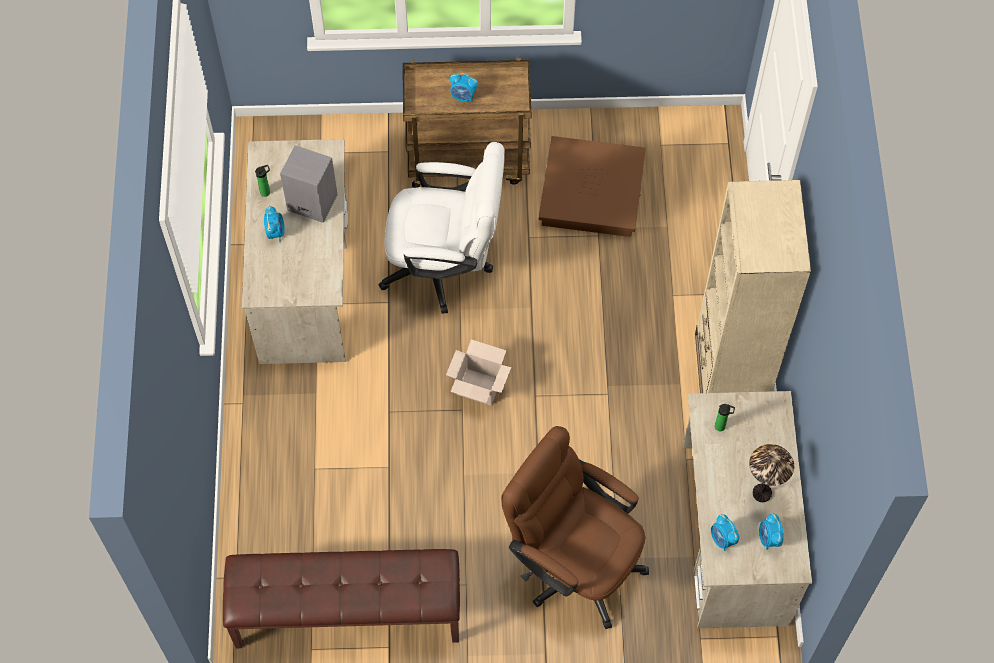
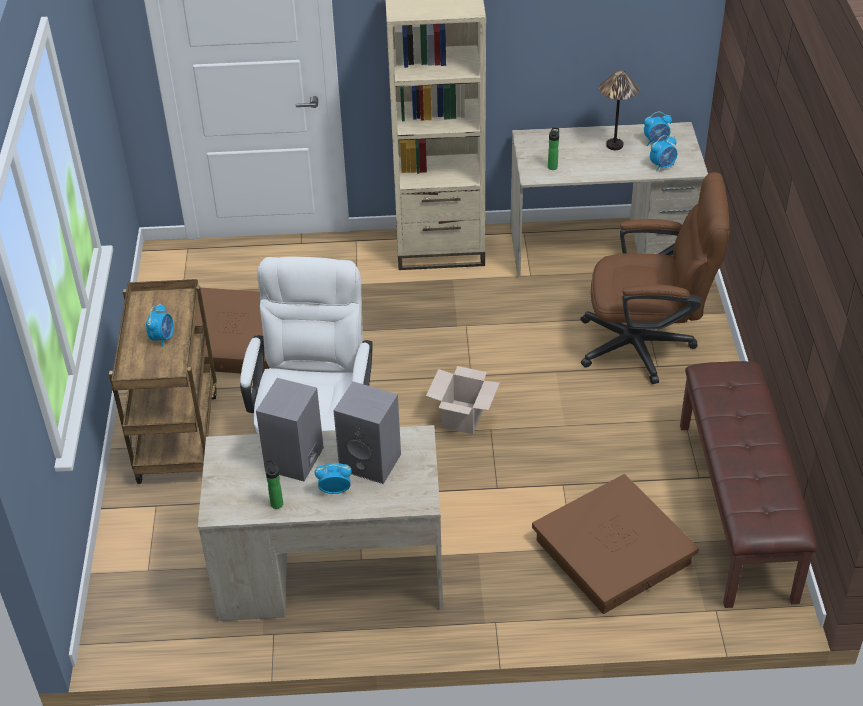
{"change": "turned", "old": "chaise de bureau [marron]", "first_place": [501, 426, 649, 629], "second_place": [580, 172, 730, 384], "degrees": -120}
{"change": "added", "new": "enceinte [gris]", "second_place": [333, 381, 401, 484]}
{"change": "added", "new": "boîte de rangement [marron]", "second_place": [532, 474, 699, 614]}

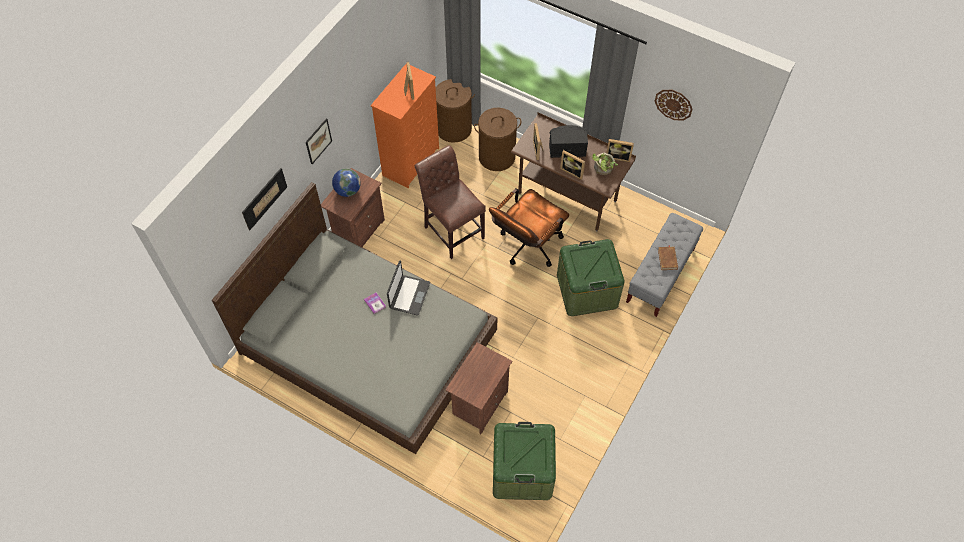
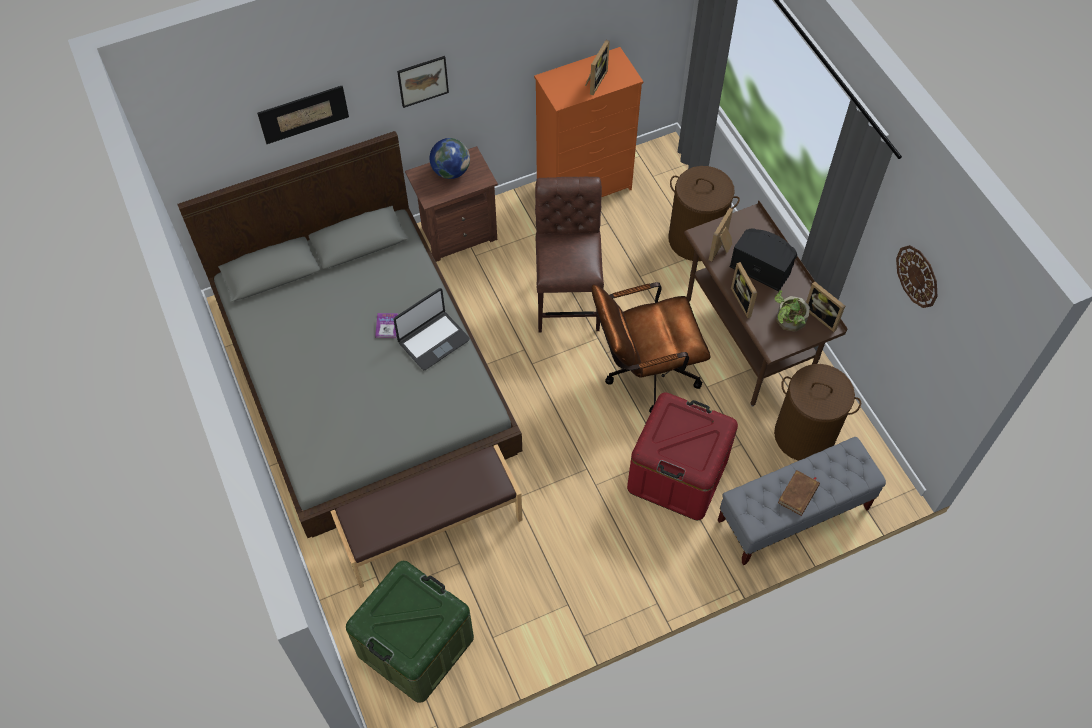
{"change": "moved", "old": "panier à linge [marron]", "first_place": [436, 79, 475, 143], "second_place": [774, 364, 861, 461]}
{"change": "replaced", "old": "table de chevet [marron]", "new": "banc [marron]", "first_place": [445, 342, 512, 434], "second_place": [330, 444, 522, 588]}
{"change": "recoloured", "old": "boîte de rangement [vert]", "new": "boîte de rangement [rouge]", "first_place": [557, 239, 625, 316], "second_place": [627, 392, 738, 520]}

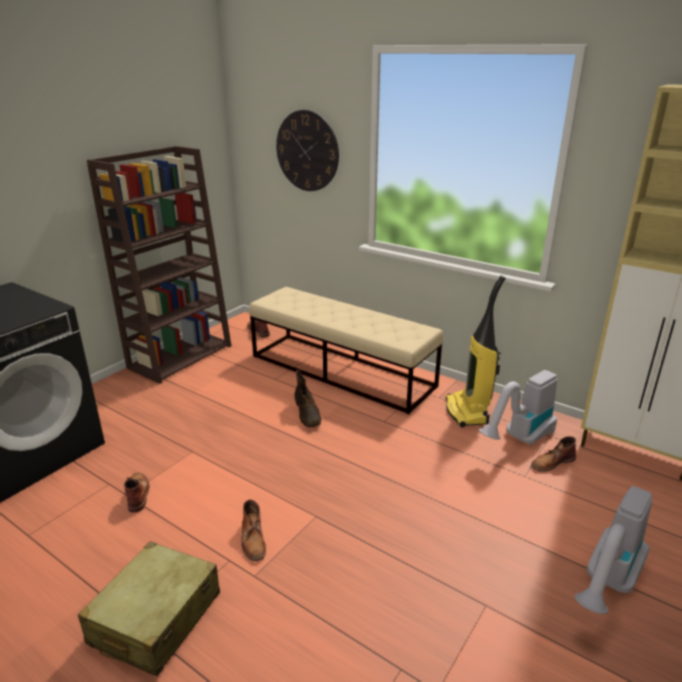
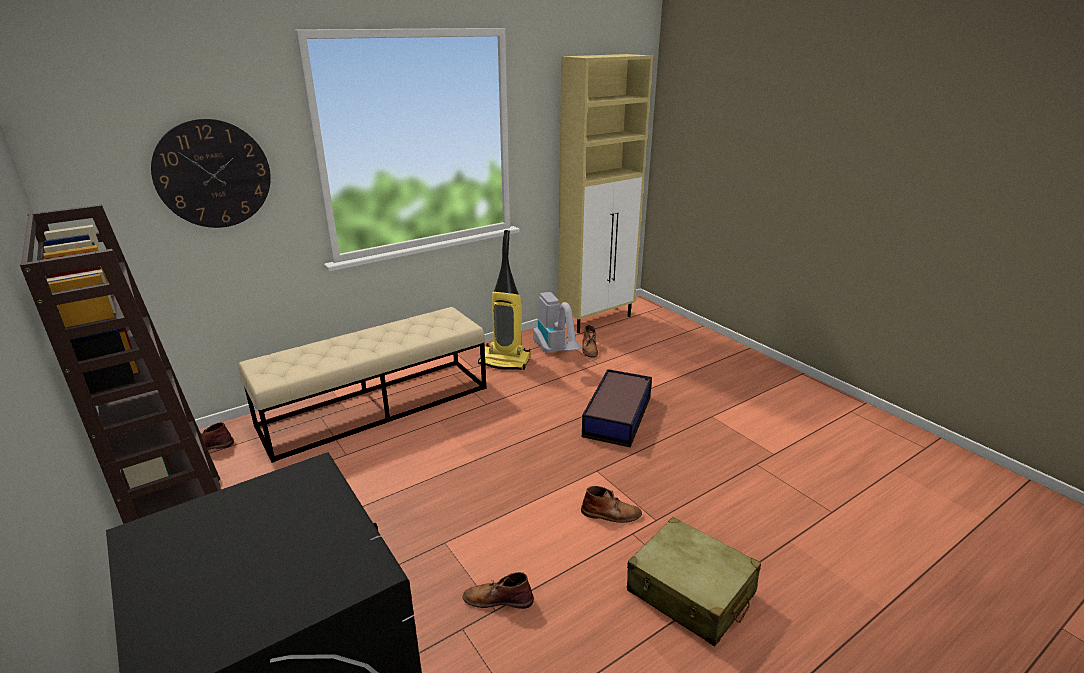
{"change": "removed", "old": "botte [marron]", "first_place": [294, 370, 322, 428]}
{"change": "removed", "old": "aspirateur", "first_place": [575, 486, 652, 614]}
{"change": "added", "new": "boîte de rangement", "second_place": [582, 369, 652, 448]}

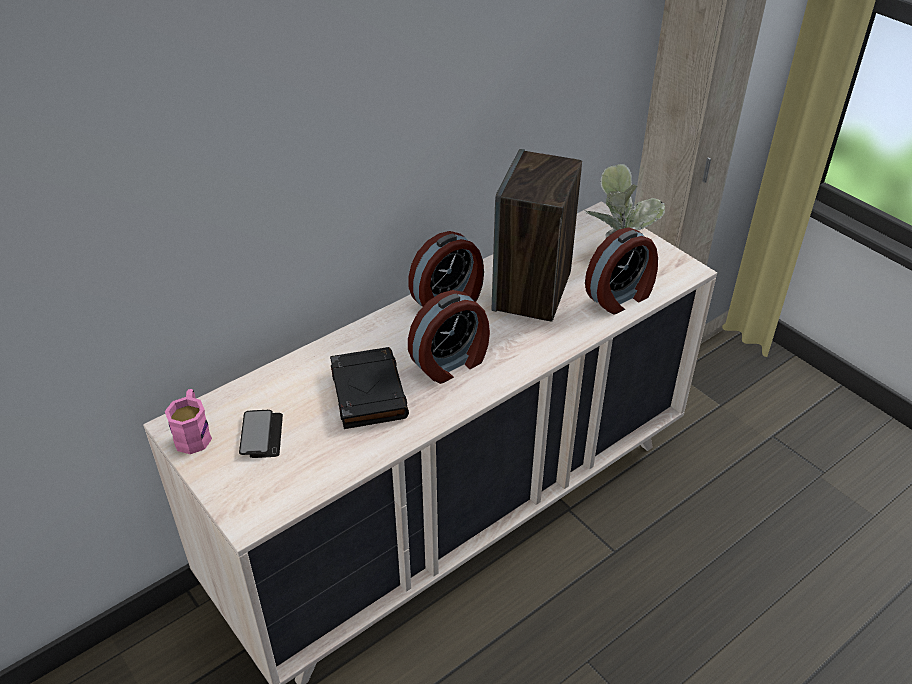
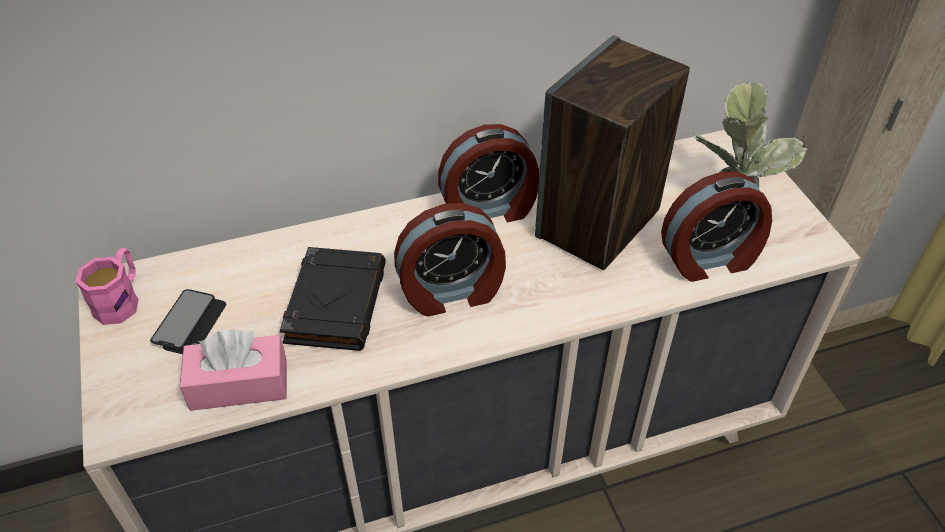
{"change": "added", "new": "boîte à mouchoirs [rose]", "second_place": [179, 329, 287, 411]}

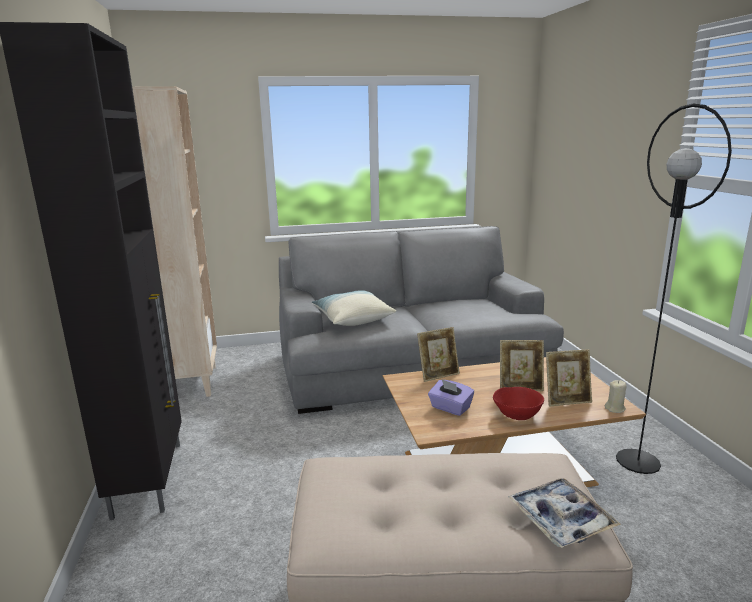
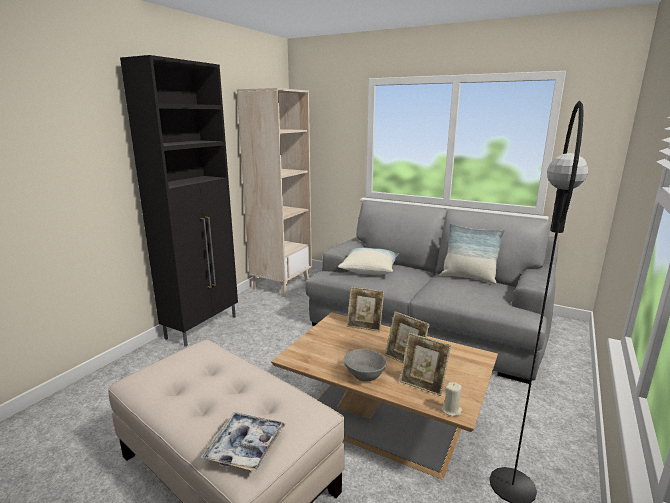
{"change": "removed", "old": "boîte à mouchoirs [violet]", "first_place": [428, 379, 474, 416]}
{"change": "recoloured", "old": "bol [rouge]", "new": "bol [gris]", "first_place": [493, 387, 544, 420], "second_place": [343, 349, 387, 381]}
{"change": "added", "new": "coussin", "second_place": [440, 223, 505, 284]}

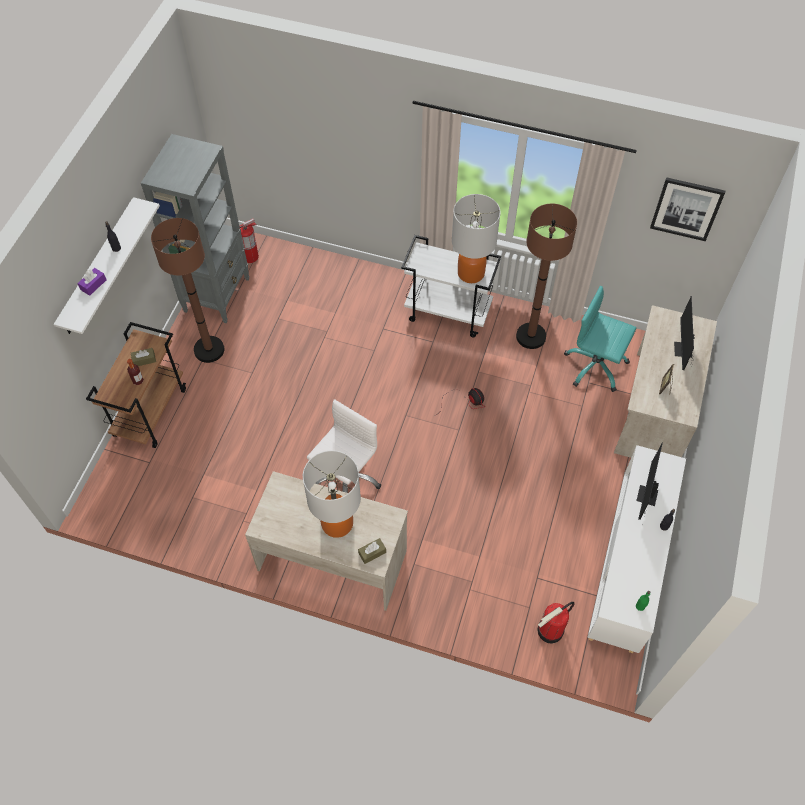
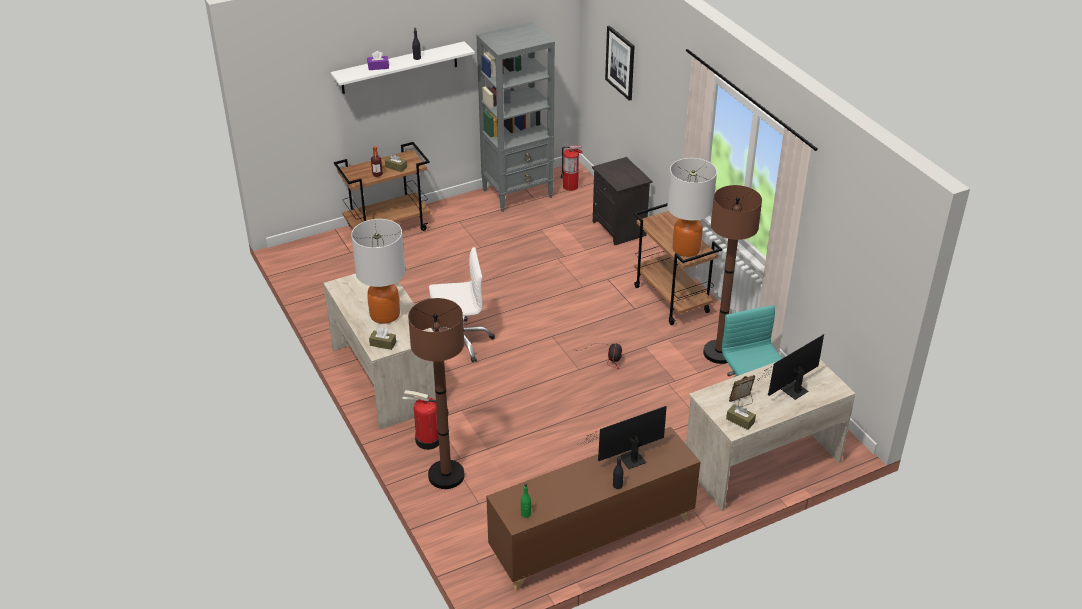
{"change": "moved", "old": "lampadaire [marron]", "first_place": [151, 218, 224, 363], "second_place": [408, 298, 465, 489]}
{"change": "recoloured", "old": "chariot [blanc]", "new": "chariot [marron]", "first_place": [401, 235, 501, 337], "second_place": [634, 203, 722, 325]}
{"change": "moved", "old": "extincteur", "first_place": [537, 602, 575, 644], "second_place": [402, 390, 448, 450]}
{"change": "recoloured", "old": "meuble de rangement [blanc]", "new": "meuble de rangement [marron]", "first_place": [587, 445, 686, 653], "second_place": [486, 427, 701, 590]}
{"change": "moved", "old": "tableau", "first_place": [650, 177, 725, 241], "second_place": [605, 26, 635, 101]}
{"change": "added", "new": "table de chevet [noir]", "second_place": [592, 157, 652, 245]}
{"change": "added", "new": "boîte à mouchoirs [marron]", "second_place": [726, 404, 756, 430]}

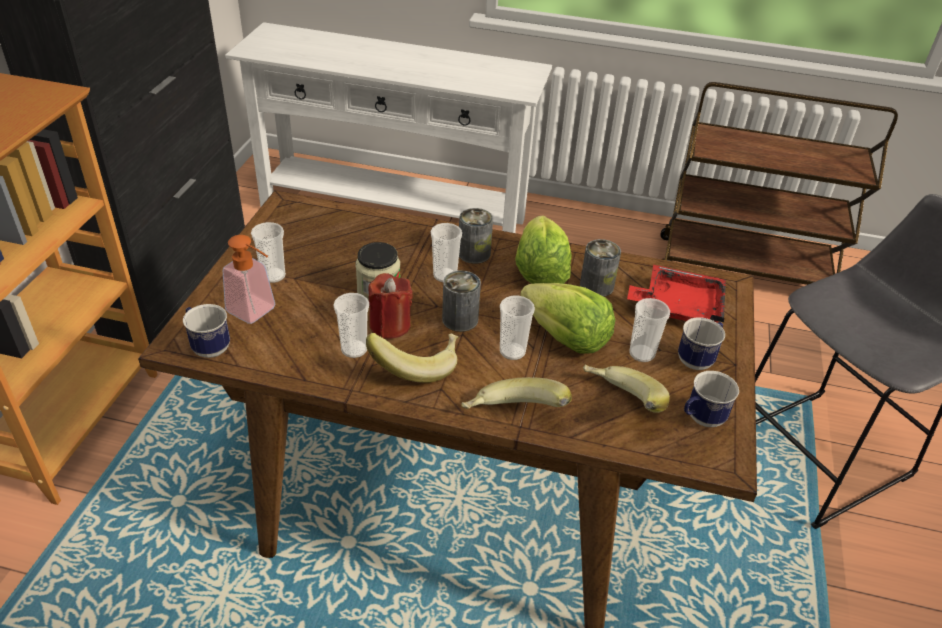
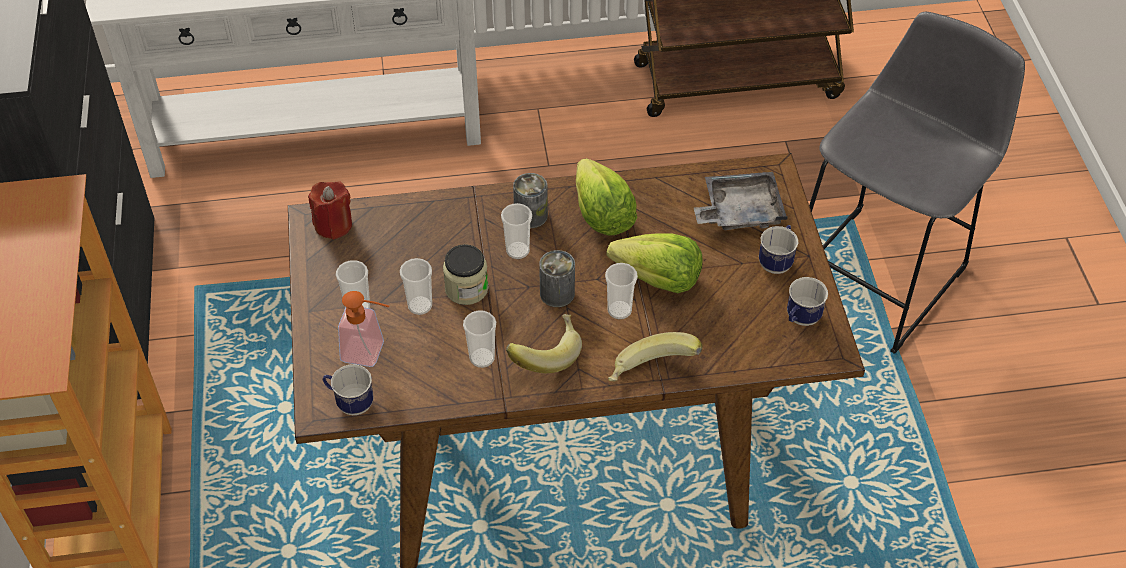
{"change": "moved", "old": "bougie [rouge]", "first_place": [368, 273, 413, 339], "second_place": [308, 182, 352, 240]}
{"change": "removed", "old": "boîte métallique", "first_place": [580, 239, 621, 297]}
{"change": "removed", "old": "banane", "first_place": [583, 364, 670, 413]}
{"change": "recoloured", "old": "plateau [rouge]", "new": "plateau [gris]", "first_place": [627, 265, 726, 323], "second_place": [694, 172, 788, 230]}
{"change": "moved", "old": "tasse", "first_place": [629, 298, 670, 362], "second_place": [400, 258, 432, 315]}

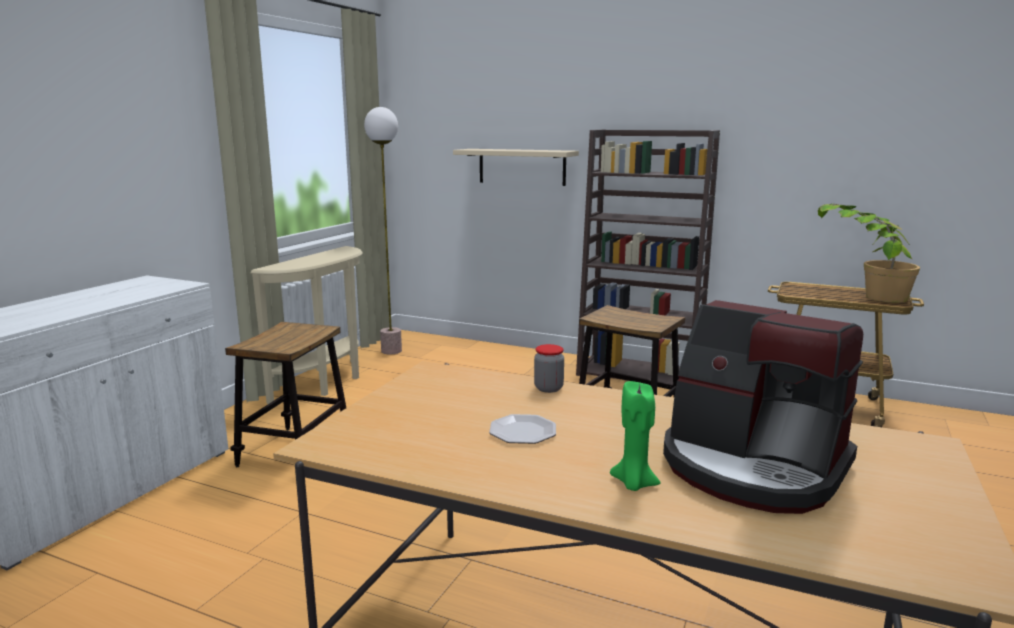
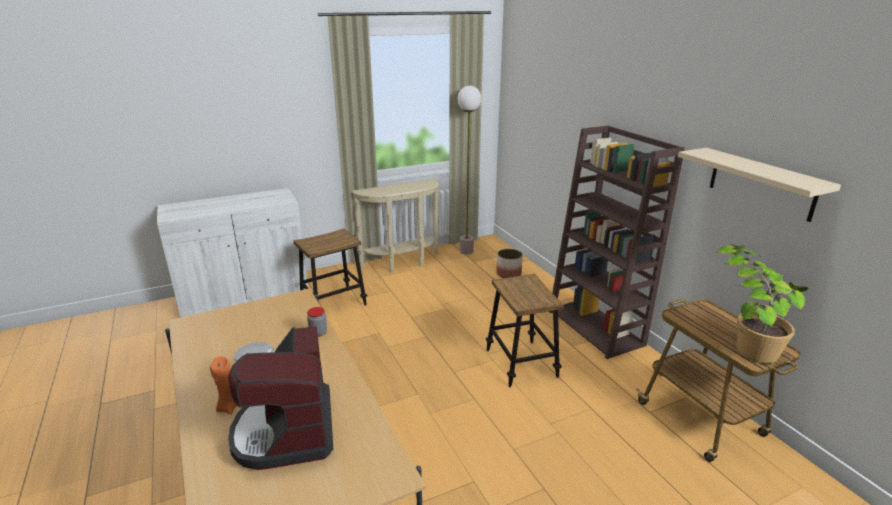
{"change": "moved", "old": "étagère [beige]", "first_place": [453, 149, 579, 186], "second_place": [678, 148, 841, 222]}
{"change": "recoloured", "old": "bougie [vert]", "new": "bougie [orange]", "first_place": [610, 381, 661, 491], "second_place": [210, 356, 238, 415]}
{"change": "added", "new": "cache-pot", "second_place": [496, 249, 523, 278]}

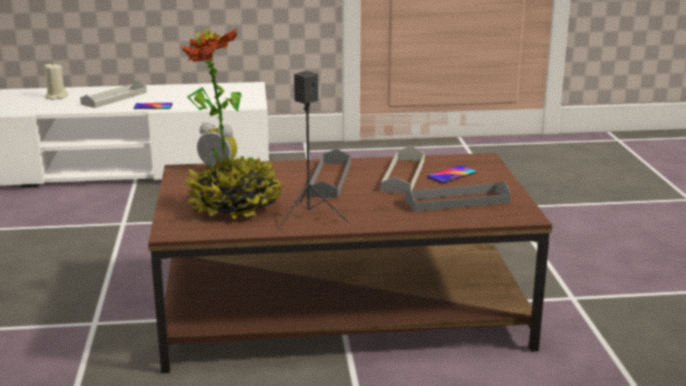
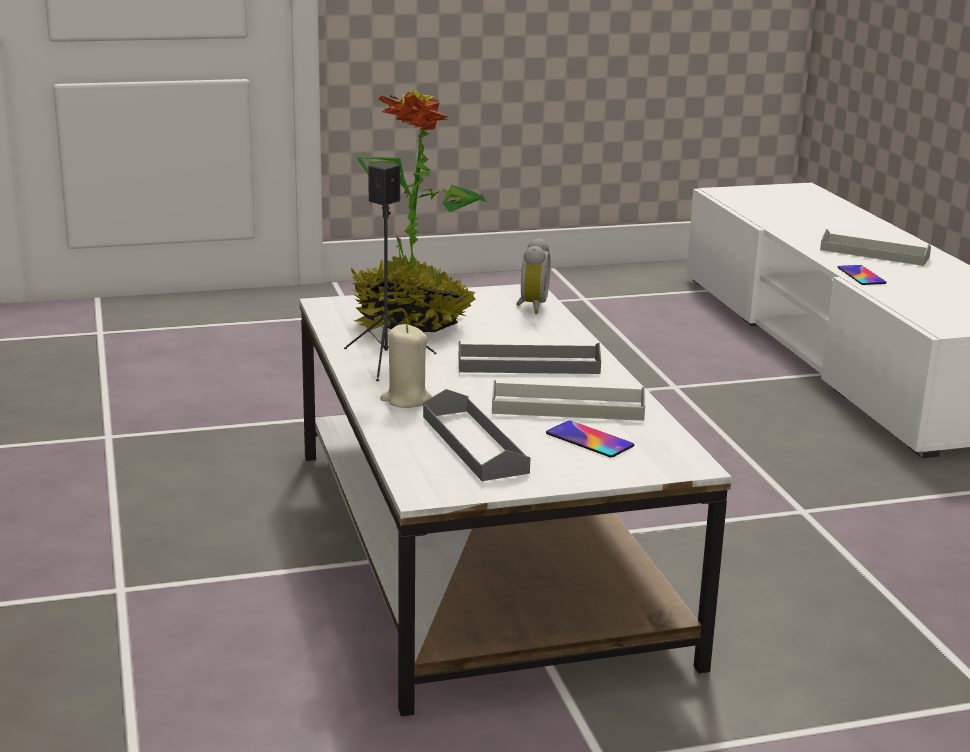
{"change": "moved", "old": "bougie [beige]", "first_place": [44, 62, 68, 100], "second_place": [380, 324, 432, 408]}
{"change": "recoloured", "old": "table basse [marron]", "new": "table basse [blanc]", "first_place": [148, 153, 552, 373], "second_place": [300, 284, 732, 716]}

